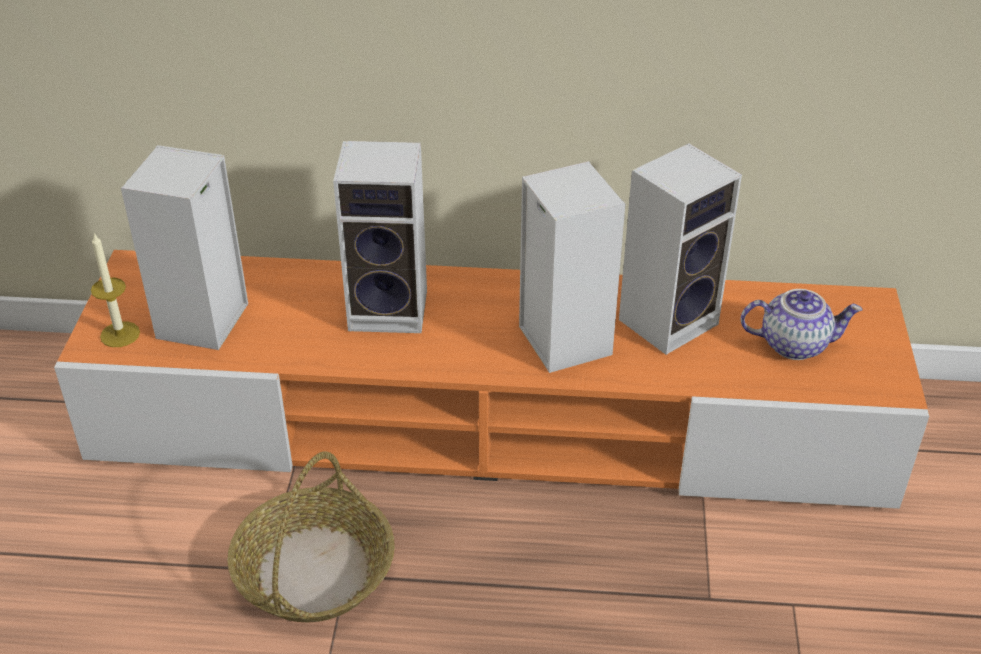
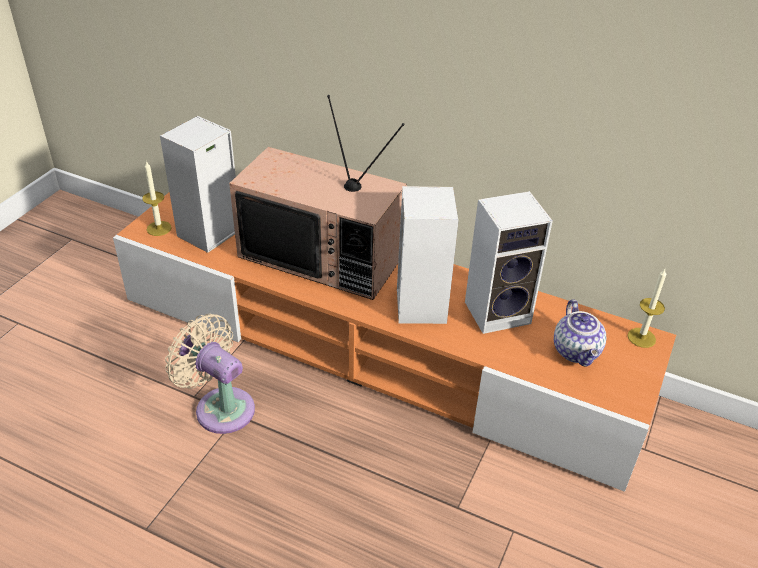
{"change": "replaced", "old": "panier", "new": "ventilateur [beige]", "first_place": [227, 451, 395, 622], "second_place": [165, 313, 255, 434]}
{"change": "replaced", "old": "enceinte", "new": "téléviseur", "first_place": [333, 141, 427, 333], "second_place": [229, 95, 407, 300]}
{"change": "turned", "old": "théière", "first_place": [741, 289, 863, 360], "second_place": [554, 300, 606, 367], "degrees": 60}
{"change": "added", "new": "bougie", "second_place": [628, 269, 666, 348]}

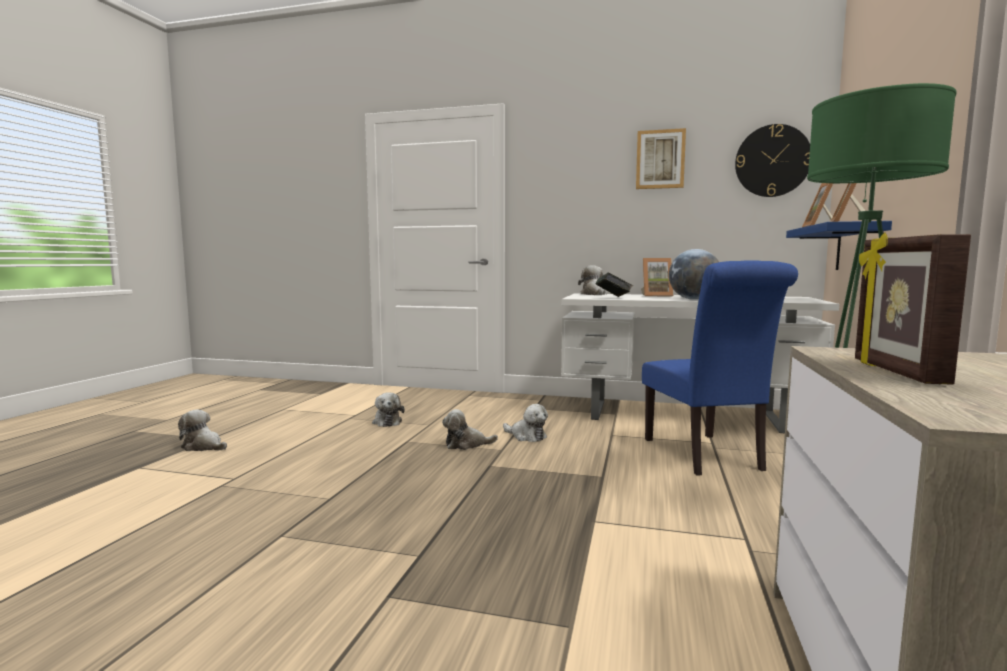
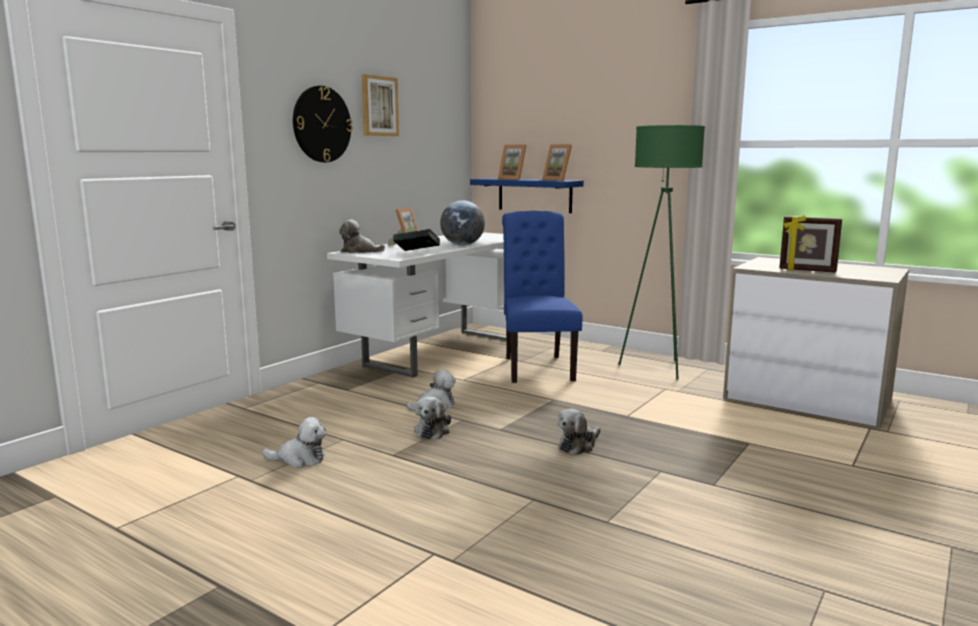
{"change": "moved", "old": "peluche", "first_place": [178, 409, 227, 451], "second_place": [557, 409, 601, 455]}
{"change": "turned", "old": "chaise [bleu]", "first_place": [642, 260, 798, 476], "second_place": [502, 211, 582, 383], "degrees": -105}
{"change": "moved", "old": "horloge murale", "first_place": [735, 124, 810, 197], "second_place": [293, 86, 353, 162]}

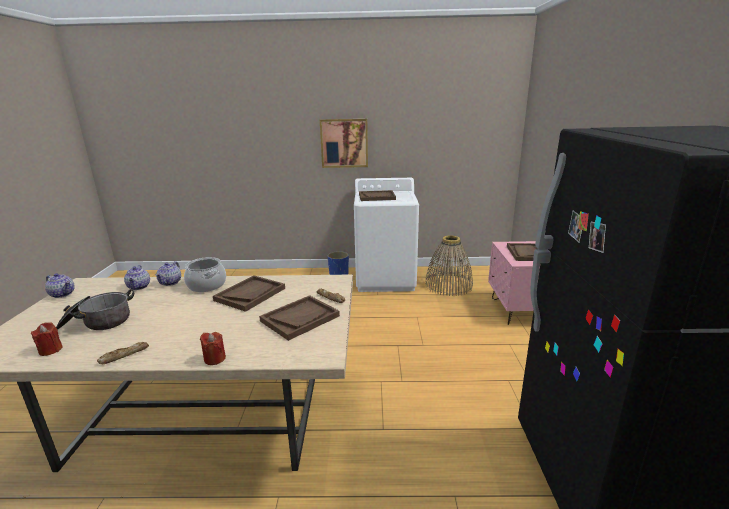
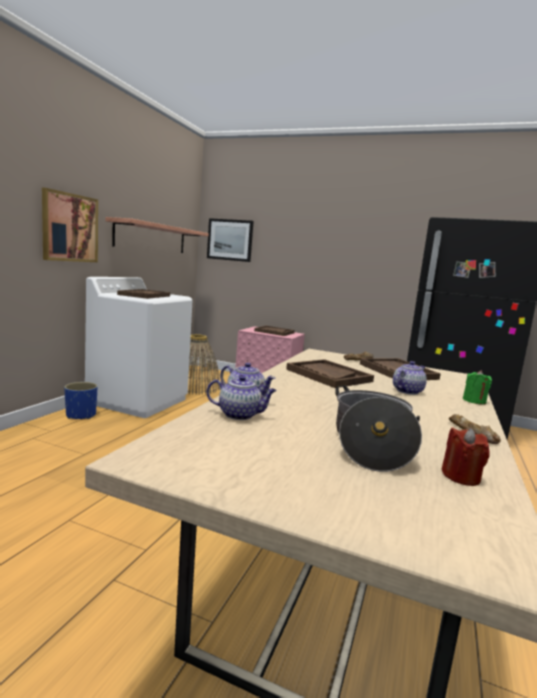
{"change": "moved", "old": "théière", "first_place": [45, 273, 75, 298], "second_place": [393, 361, 427, 395]}
{"change": "removed", "old": "marmite", "first_place": [184, 257, 226, 292]}
{"change": "recoloured", "old": "bougie [rouge]", "new": "bougie [vert]", "first_place": [200, 332, 226, 365], "second_place": [463, 370, 492, 405]}
{"change": "added", "new": "étagère", "second_place": [105, 217, 209, 253]}
{"change": "added", "new": "tableau", "second_place": [207, 218, 254, 262]}

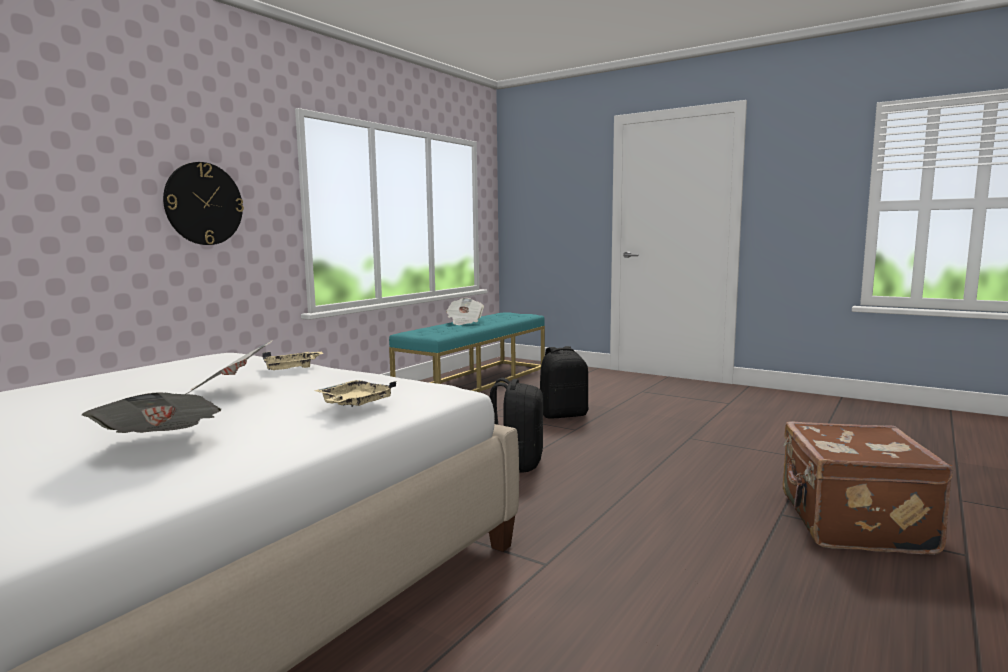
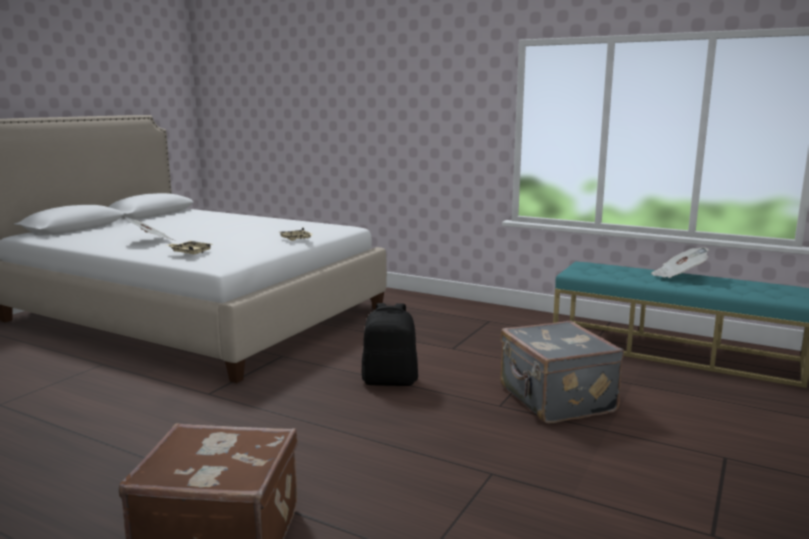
{"change": "removed", "old": "horloge murale", "first_place": [163, 162, 244, 245]}
{"change": "removed", "old": "journal", "first_place": [186, 340, 273, 394]}
{"change": "replaced", "old": "sac à dos [noir]", "new": "valise [gris]", "first_place": [540, 346, 588, 419], "second_place": [500, 321, 624, 424]}

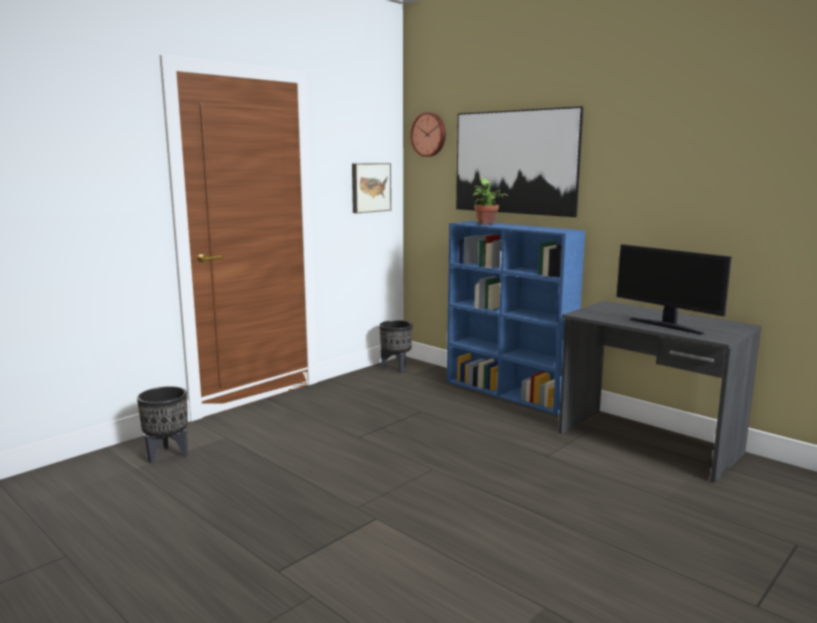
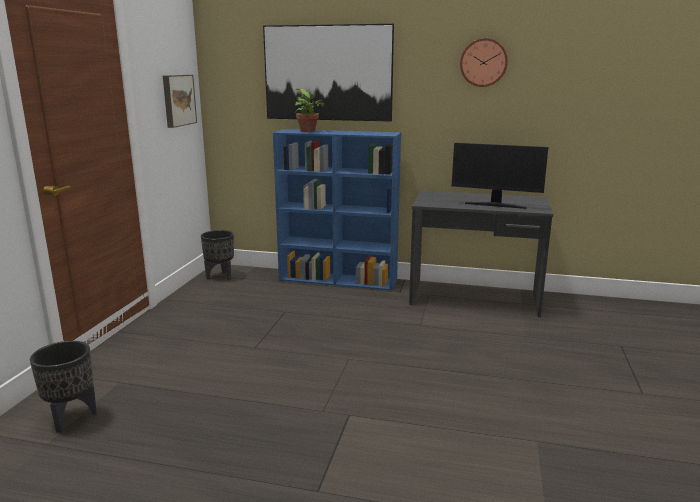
{"change": "moved", "old": "horloge murale", "first_place": [410, 112, 446, 157], "second_place": [460, 38, 508, 87]}

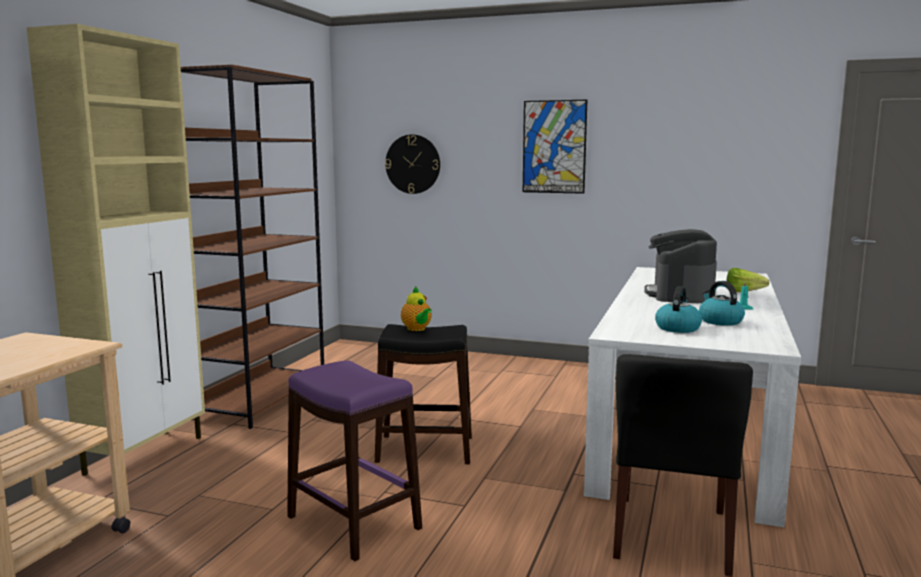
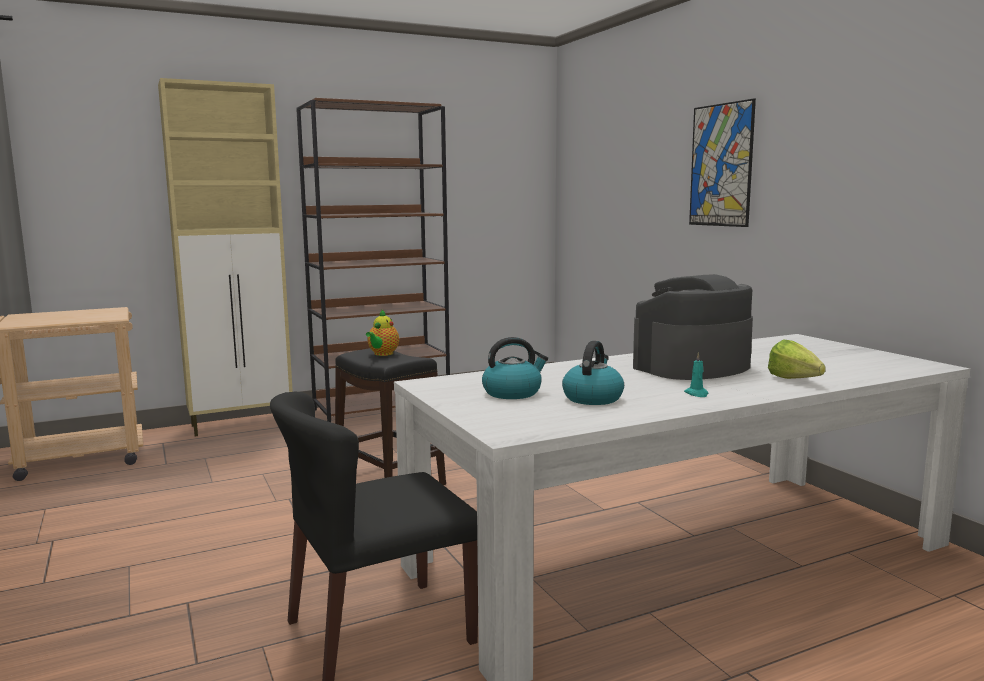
{"change": "removed", "old": "tabouret [violet]", "first_place": [287, 360, 422, 561]}
{"change": "removed", "old": "horloge murale", "first_place": [385, 134, 440, 194]}

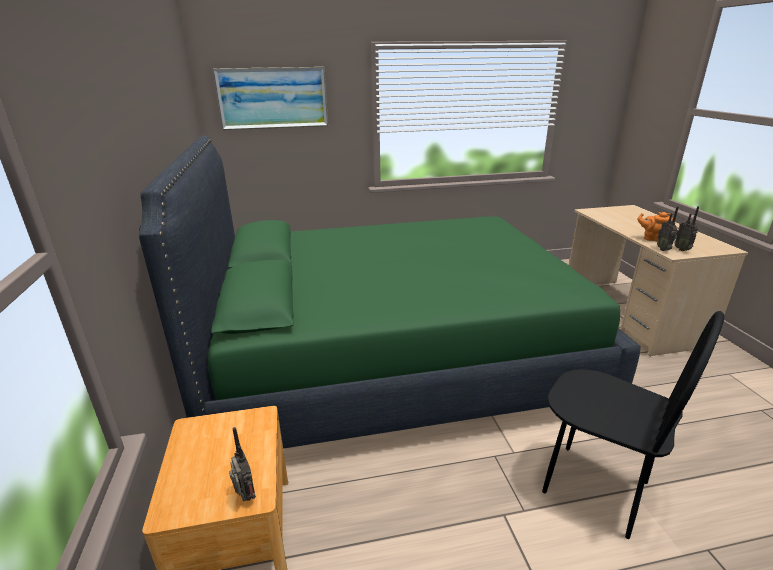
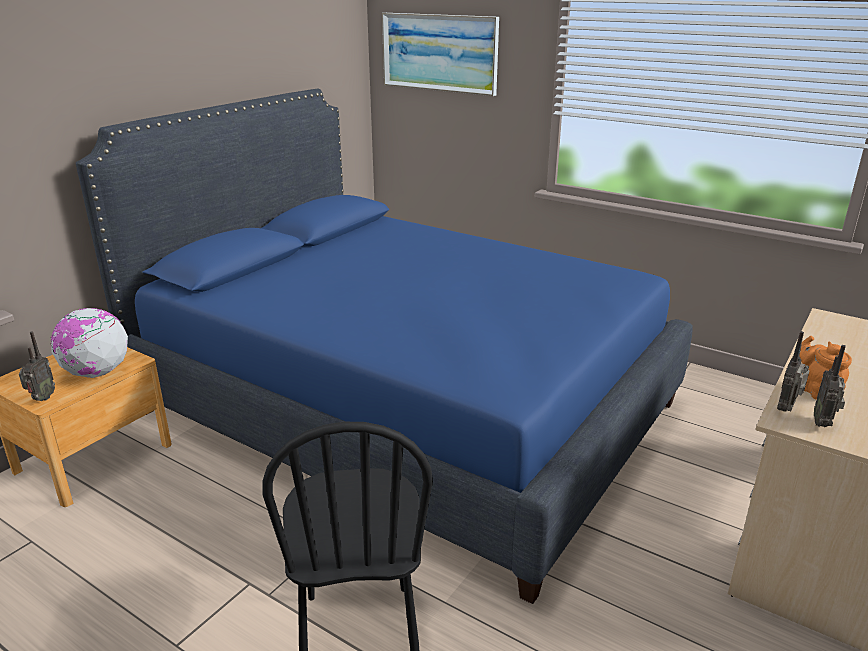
{"change": "recoloured", "old": "lit [vert]", "new": "lit [bleu]", "first_place": [139, 136, 641, 449], "second_place": [76, 89, 692, 604]}
{"change": "added", "new": "globe", "second_place": [50, 308, 128, 378]}

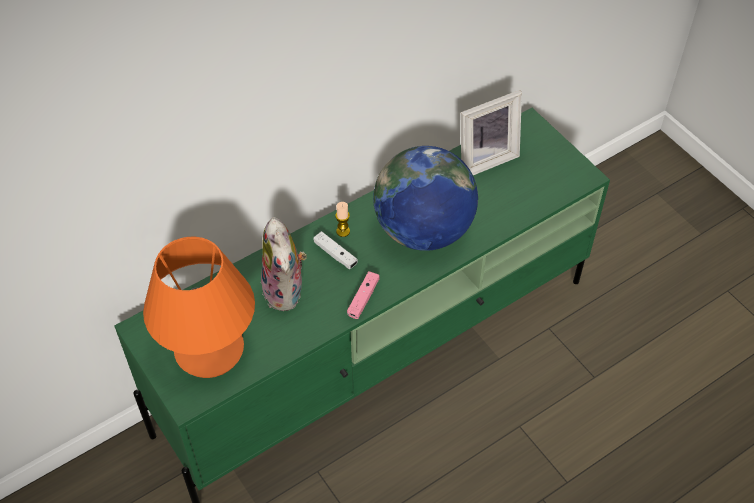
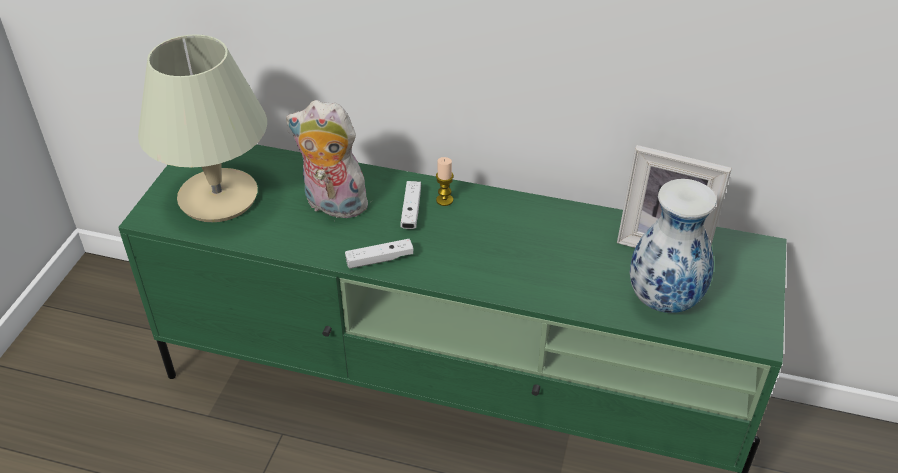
{"change": "recoloured", "old": "lampe de table [orange]", "new": "lampe de table [beige]", "first_place": [143, 237, 255, 378], "second_place": [138, 34, 267, 222]}
{"change": "turned", "old": "peluche", "first_place": [260, 217, 307, 311], "second_place": [286, 100, 371, 218], "degrees": 75}
{"change": "recoloured", "old": "manette [rose]", "new": "manette [blanc]", "first_place": [347, 271, 380, 319], "second_place": [345, 239, 414, 269]}
{"change": "removed", "old": "globe", "first_place": [373, 146, 478, 251]}
{"change": "added", "new": "vase", "second_place": [630, 179, 717, 313]}

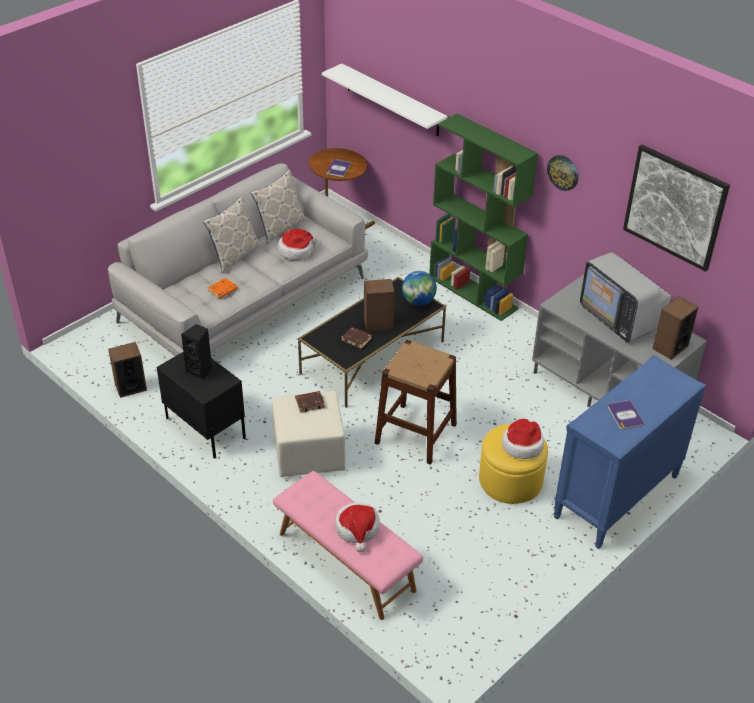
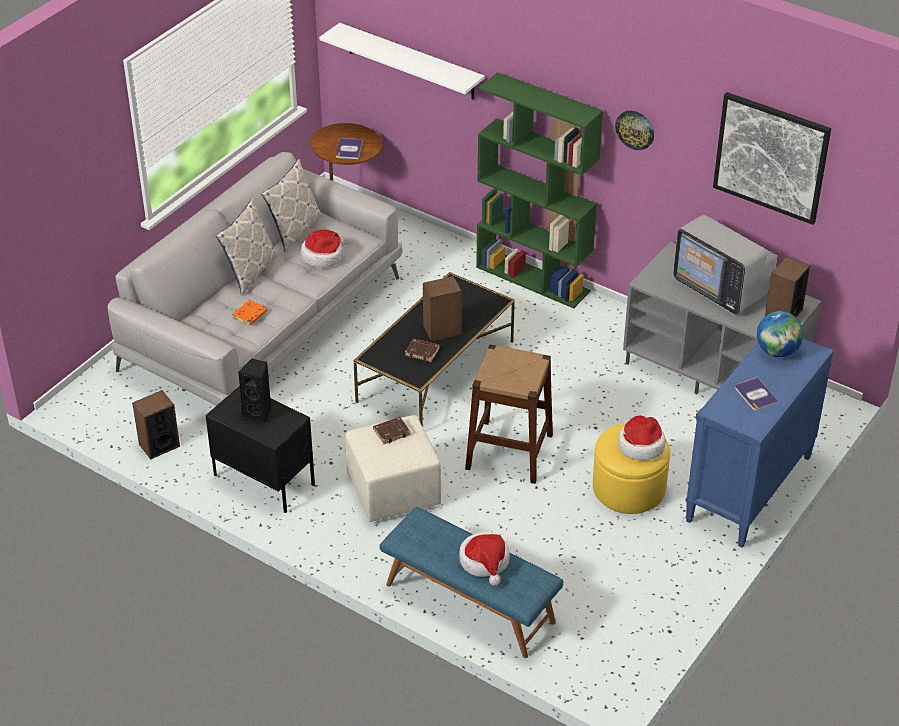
{"change": "recoloured", "old": "banc [rose]", "new": "banc [bleu]", "first_place": [273, 471, 423, 620], "second_place": [380, 507, 563, 658]}
{"change": "moved", "old": "globe", "first_place": [402, 271, 437, 306], "second_place": [757, 311, 803, 357]}

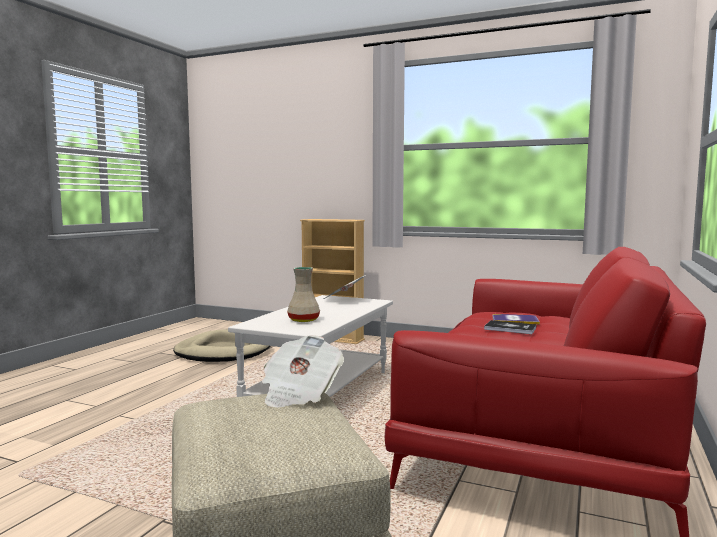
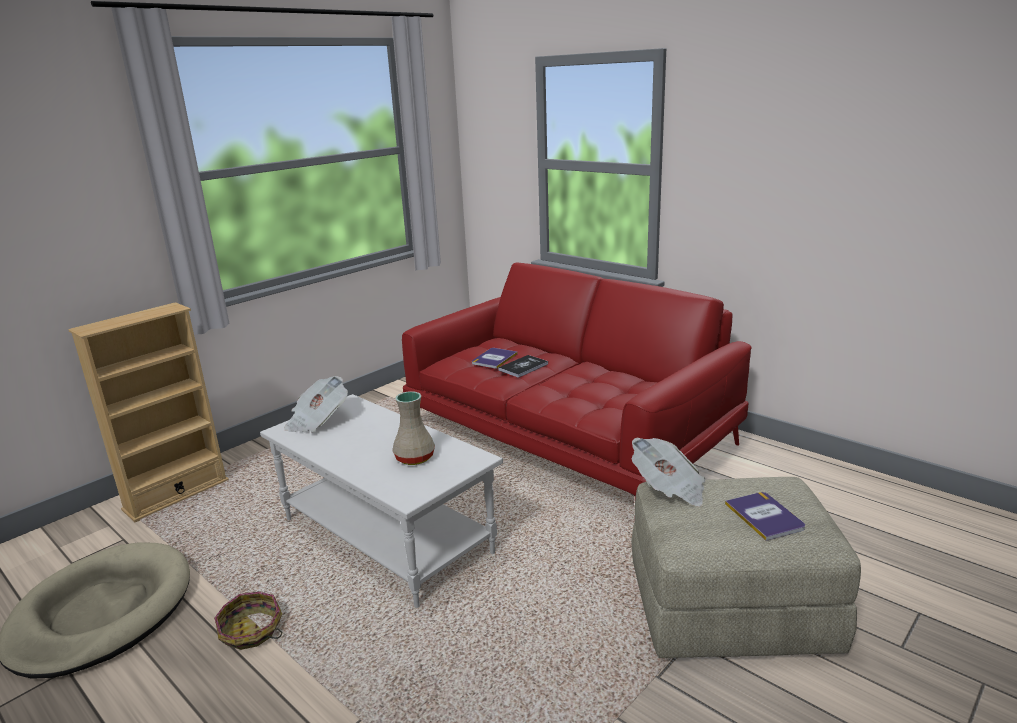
{"change": "added", "new": "panier", "second_place": [214, 592, 282, 650]}
{"change": "added", "new": "livre", "second_place": [725, 492, 805, 541]}

